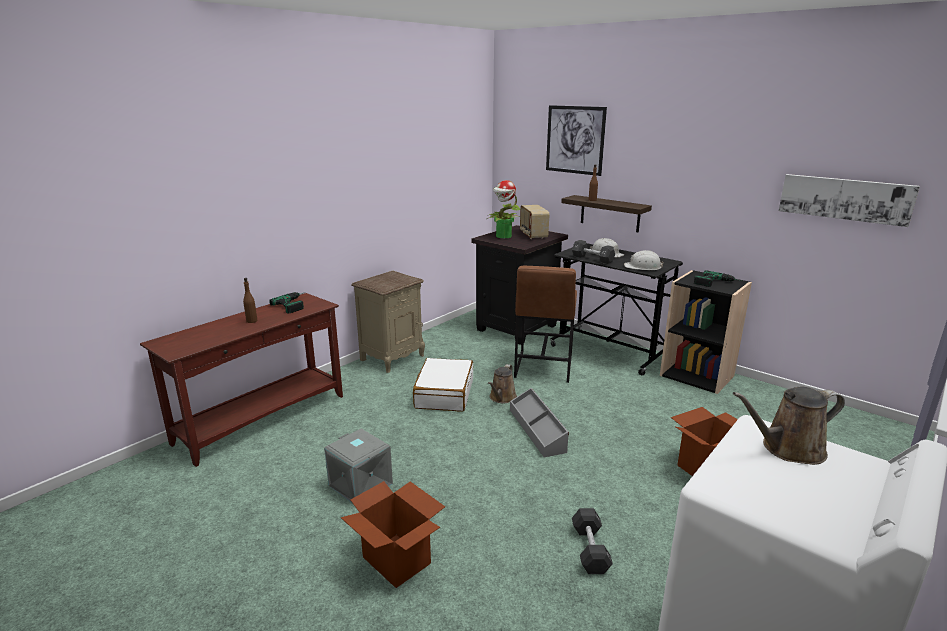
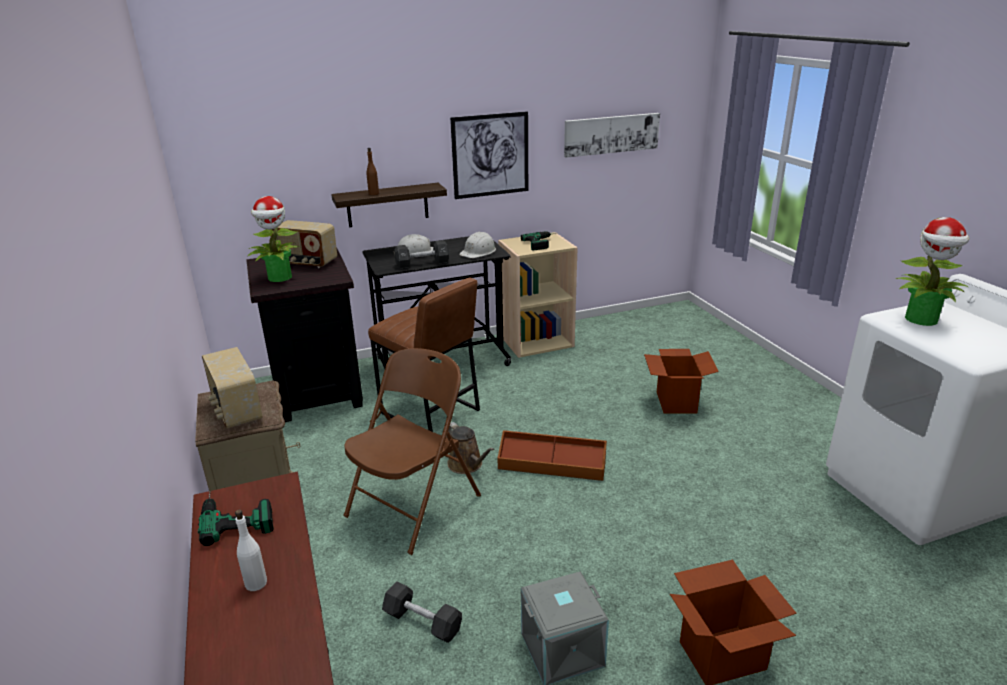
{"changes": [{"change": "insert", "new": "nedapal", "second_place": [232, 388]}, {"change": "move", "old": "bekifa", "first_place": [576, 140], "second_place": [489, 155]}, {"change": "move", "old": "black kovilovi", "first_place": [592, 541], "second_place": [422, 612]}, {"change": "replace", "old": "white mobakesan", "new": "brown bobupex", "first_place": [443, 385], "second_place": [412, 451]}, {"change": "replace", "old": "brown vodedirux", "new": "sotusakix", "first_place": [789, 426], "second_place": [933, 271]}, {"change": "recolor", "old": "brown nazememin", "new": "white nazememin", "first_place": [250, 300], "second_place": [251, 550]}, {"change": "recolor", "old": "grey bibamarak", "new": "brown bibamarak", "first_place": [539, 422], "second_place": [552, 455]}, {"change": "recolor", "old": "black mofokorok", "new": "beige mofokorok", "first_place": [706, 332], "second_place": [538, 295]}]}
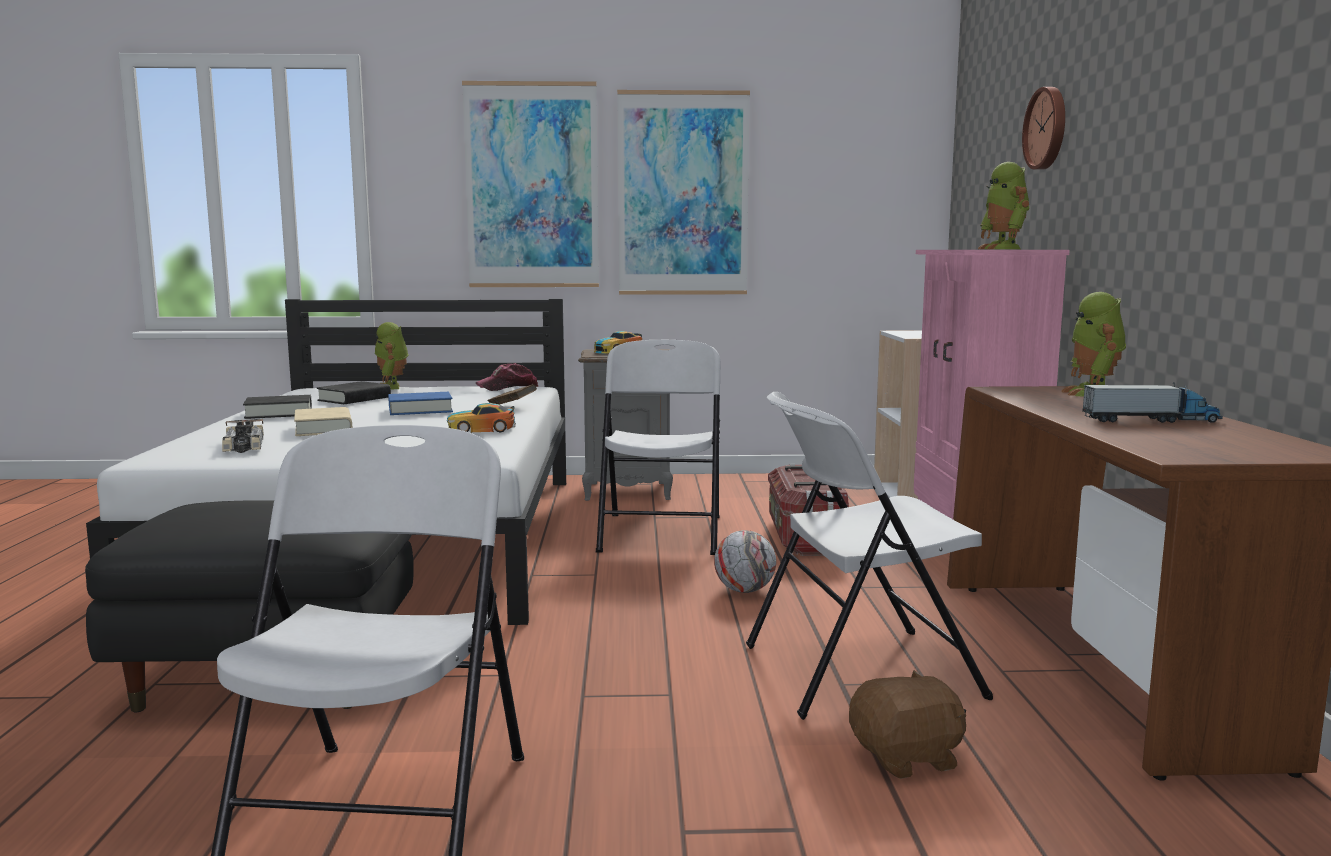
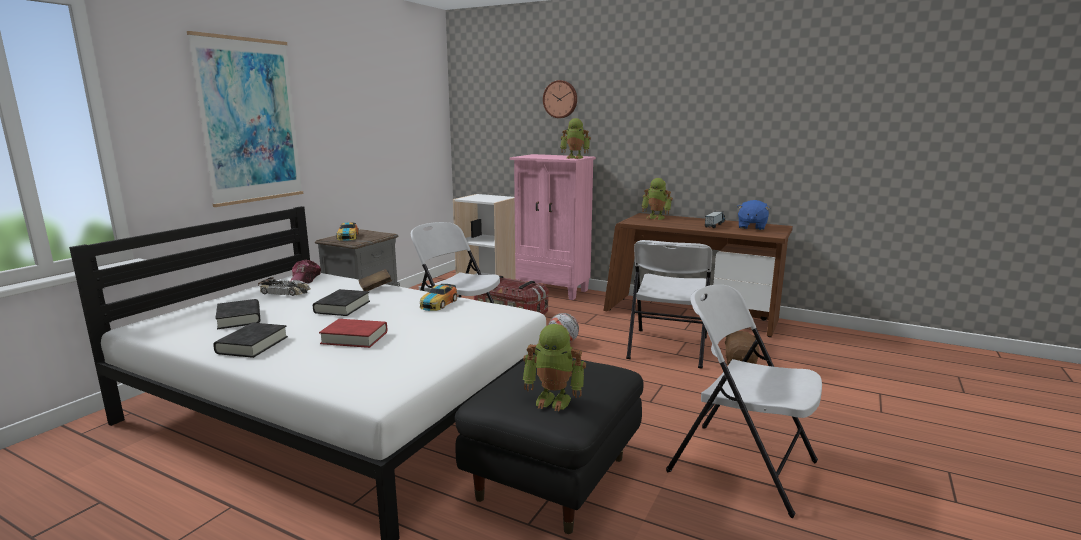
{"changes": [{"change": "delete", "old": "bekifa", "first_place": [683, 192]}, {"change": "insert", "new": "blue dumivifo", "second_place": [753, 215]}, {"change": "move", "old": "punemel", "first_place": [243, 436], "second_place": [284, 286]}, {"change": "move", "old": "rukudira", "first_place": [391, 355], "second_place": [554, 367]}, {"change": "recolor", "old": "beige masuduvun", "new": "red masuduvun", "first_place": [323, 421], "second_place": [353, 333]}, {"change": "recolor", "old": "blue masuduvun", "new": "black masuduvun", "first_place": [420, 403], "second_place": [341, 302]}]}
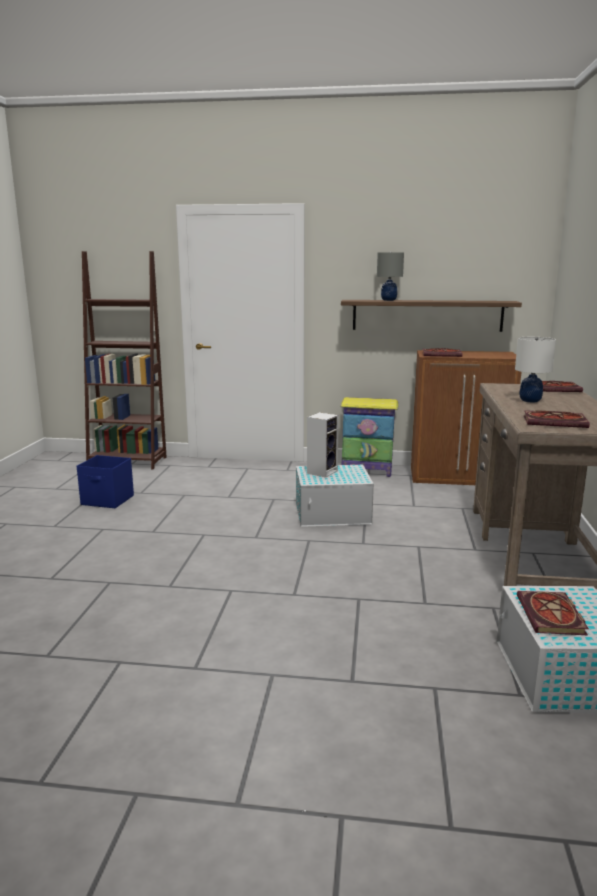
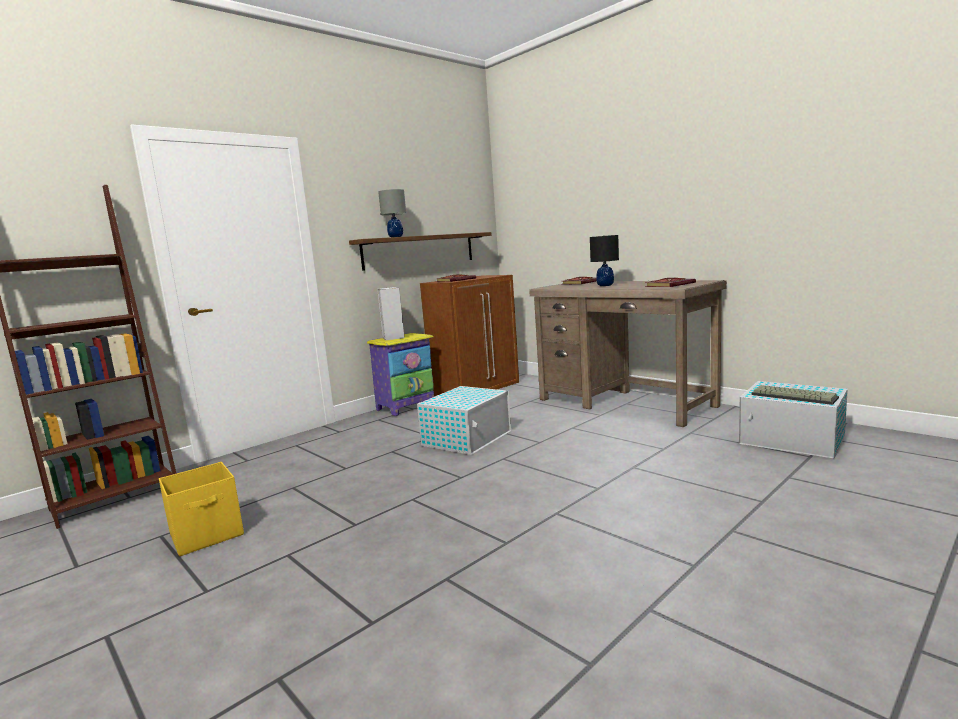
{"changes": [{"change": "move", "old": "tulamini", "first_place": [323, 445], "second_place": [390, 313]}, {"change": "replace", "old": "masuduvun", "new": "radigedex", "first_place": [553, 613], "second_place": [795, 395]}, {"change": "recolor", "old": "blue bibamarak", "new": "yellow bibamarak", "first_place": [105, 481], "second_place": [201, 509]}, {"change": "recolor", "old": "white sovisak", "new": "black sovisak", "first_place": [535, 370], "second_place": [604, 260]}]}
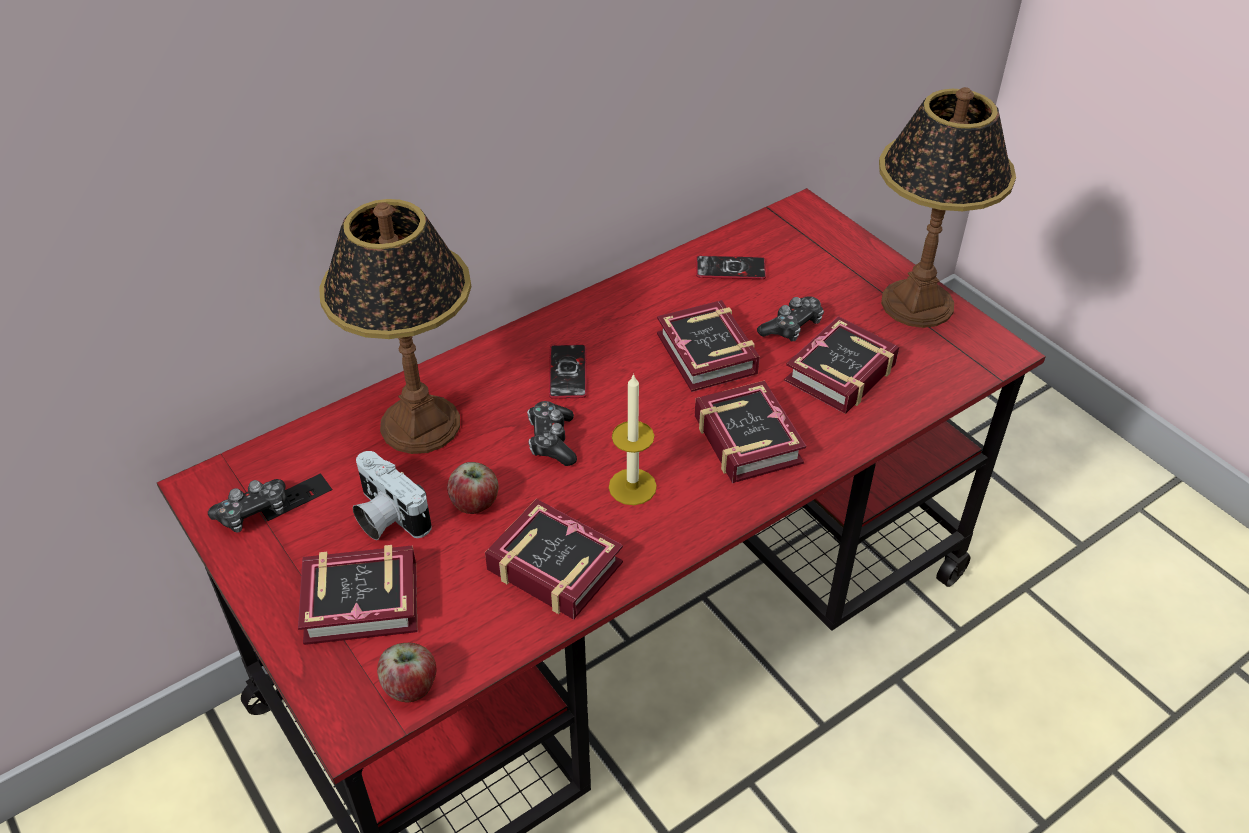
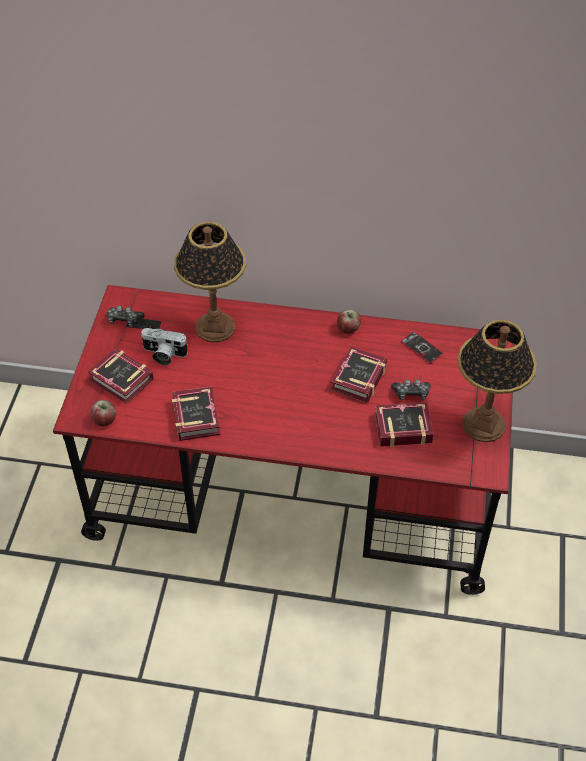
{"changes": [{"change": "delete", "old": "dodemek", "first_place": [552, 433]}, {"change": "delete", "old": "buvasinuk", "first_place": [568, 372]}, {"change": "delete", "old": "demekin", "first_place": [633, 439]}, {"change": "delete", "old": "masuduvun", "first_place": [750, 432]}, {"change": "move", "old": "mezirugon", "first_place": [472, 488], "second_place": [349, 321]}, {"change": "rotate", "old": "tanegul", "first_place": [392, 495], "second_place": [164, 346], "degrees": -75}]}
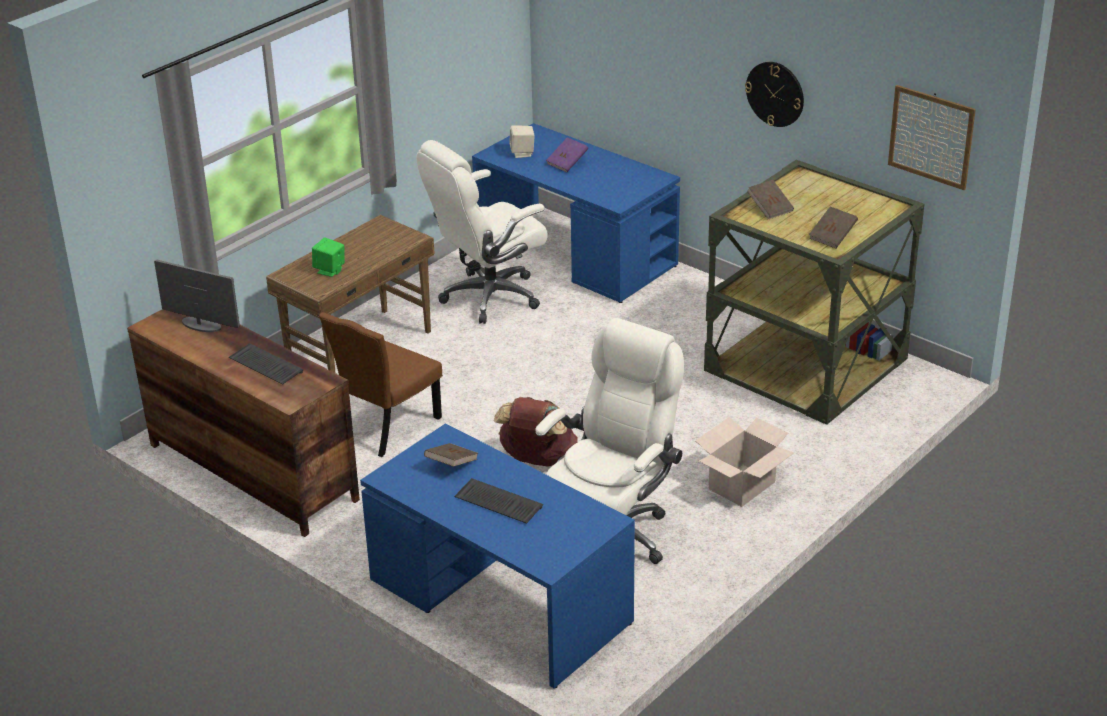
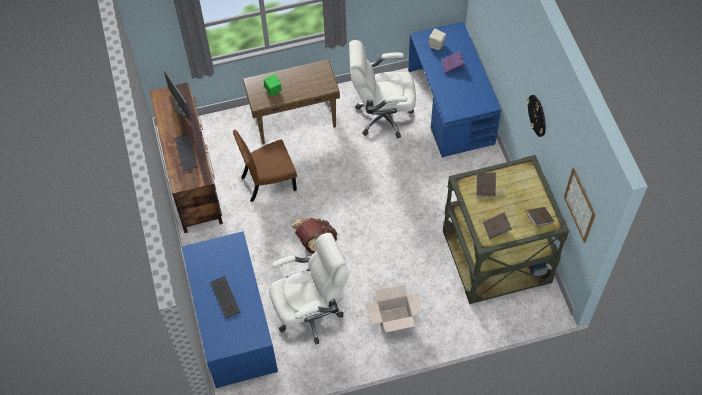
{"changes": [{"change": "move", "old": "brown masuduvun", "first_place": [451, 455], "second_place": [540, 217]}]}
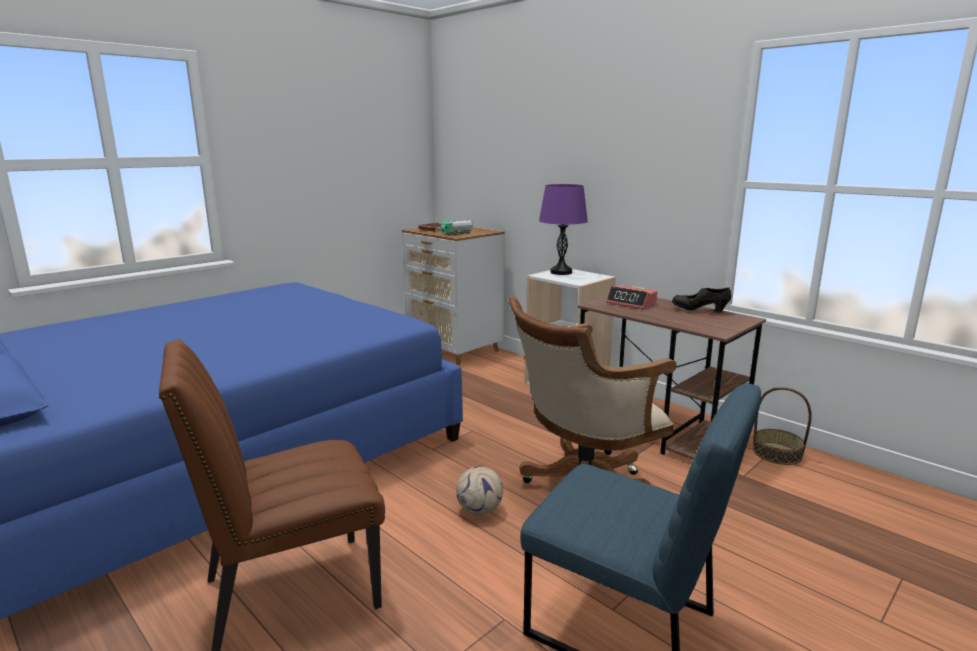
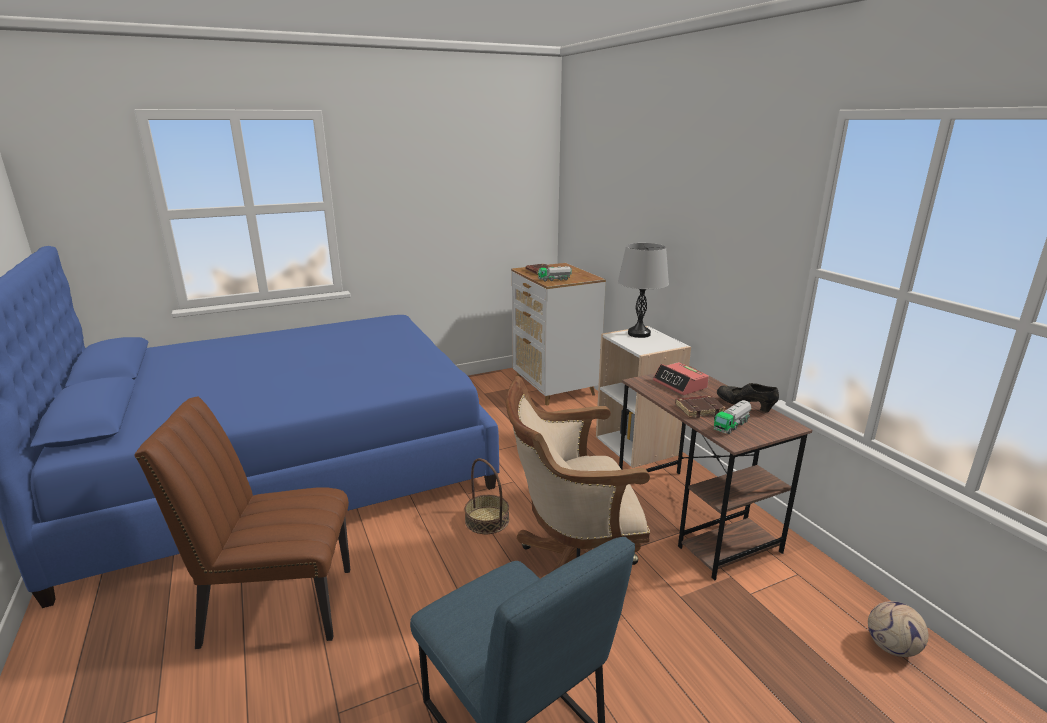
{"changes": [{"change": "insert", "new": "brown masuduvun", "second_place": [700, 406]}, {"change": "insert", "new": "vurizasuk", "second_place": [732, 417]}, {"change": "move", "old": "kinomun", "first_place": [479, 490], "second_place": [898, 629]}, {"change": "move", "old": "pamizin", "first_place": [782, 426], "second_place": [487, 496]}, {"change": "recolor", "old": "purple sovisak", "new": "grey sovisak", "first_place": [563, 229], "second_place": [643, 290]}]}
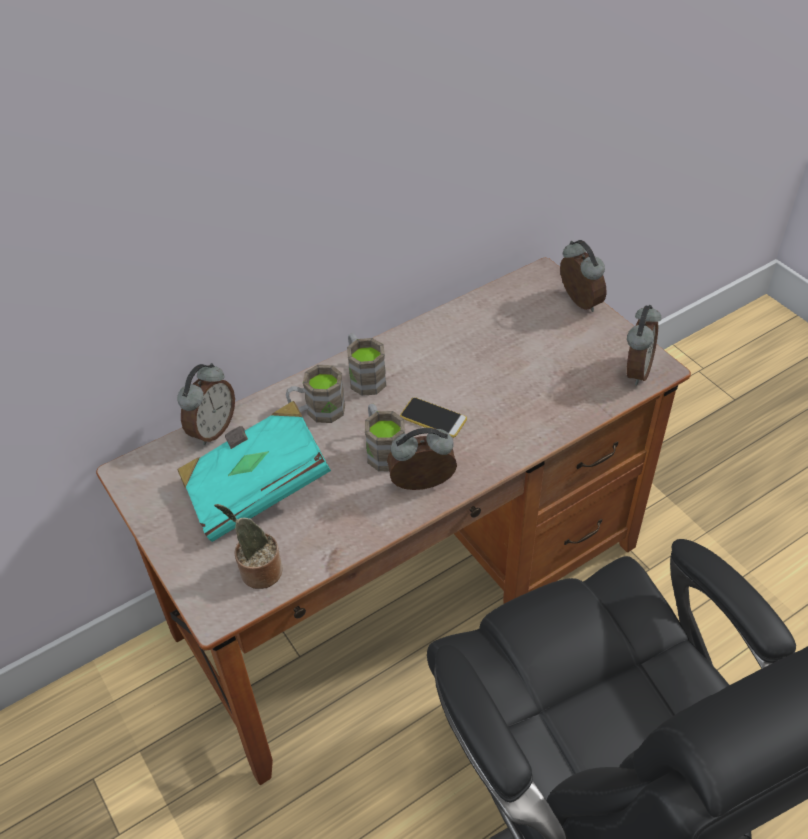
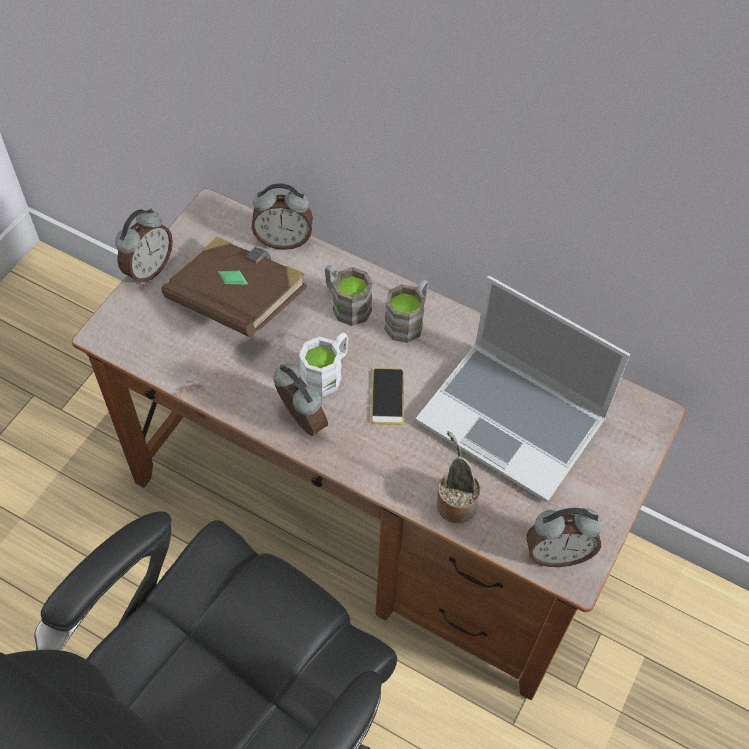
{"changes": [{"change": "insert", "new": "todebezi", "second_place": [522, 389]}, {"change": "move", "old": "sotusakix", "first_place": [248, 546], "second_place": [459, 477]}, {"change": "move", "old": "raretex", "first_place": [583, 276], "second_place": [144, 246]}, {"change": "recolor", "old": "turquoise masuduvun", "new": "brown masuduvun", "first_place": [254, 471], "second_place": [234, 287]}, {"change": "recolor", "old": "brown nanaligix", "new": "white nanaligix", "first_place": [385, 438], "second_place": [323, 365]}]}
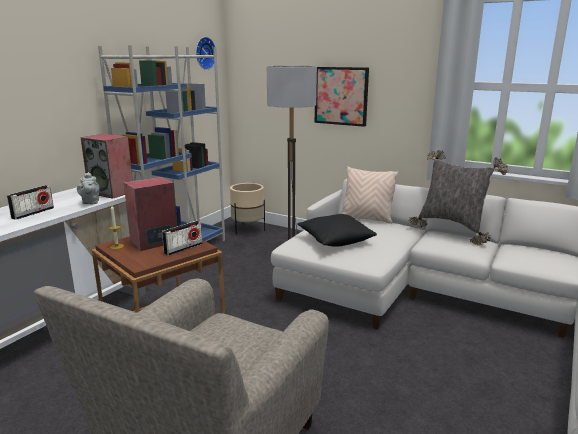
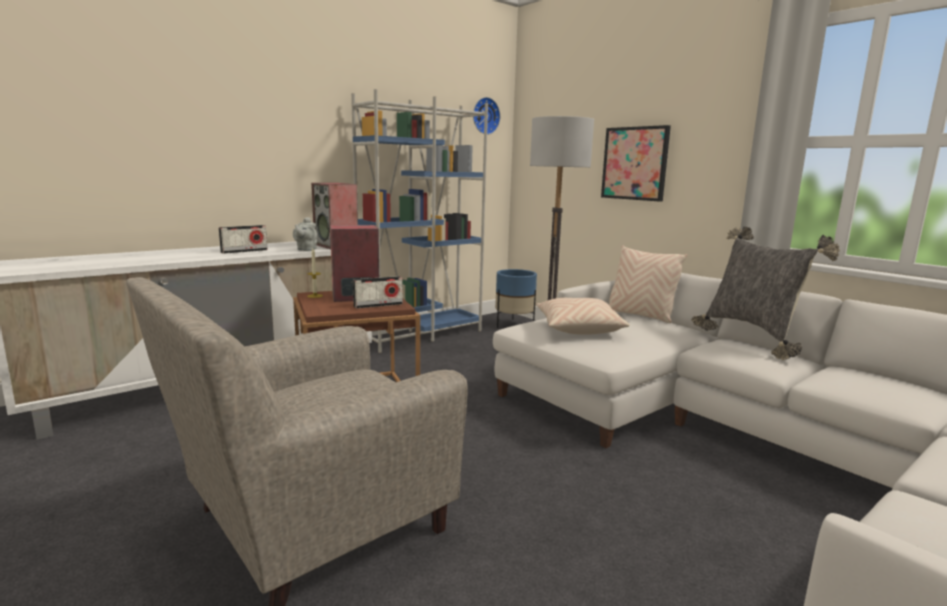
{"changes": [{"change": "recolor", "old": "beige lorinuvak", "new": "blue lorinuvak", "first_place": [247, 209], "second_place": [516, 298]}, {"change": "recolor", "old": "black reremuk", "new": "beige reremuk", "first_place": [337, 230], "second_place": [583, 316]}]}
